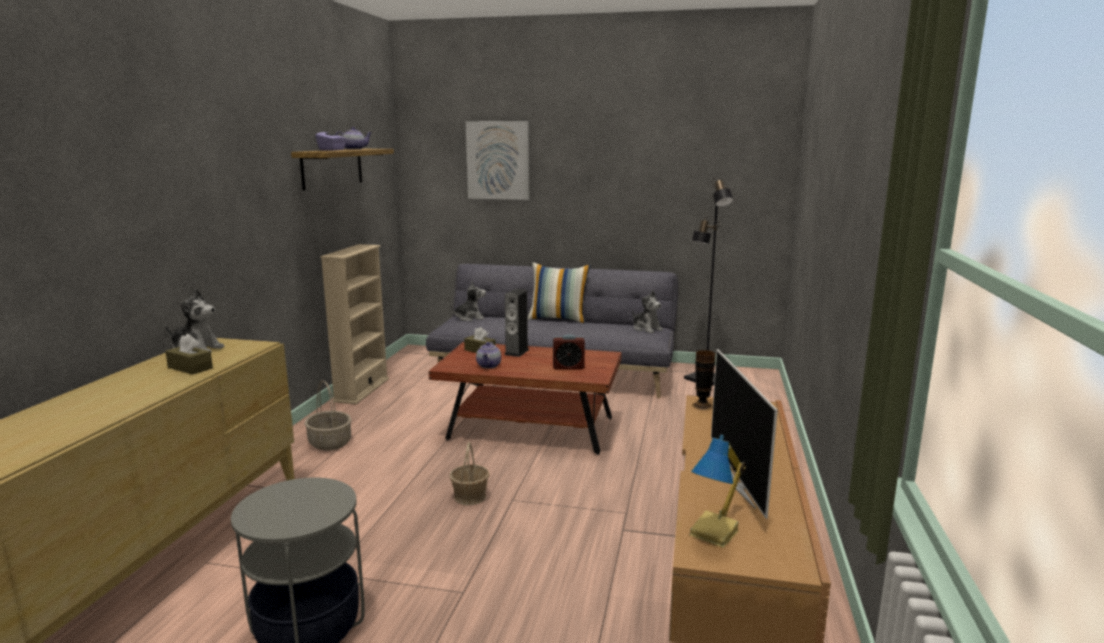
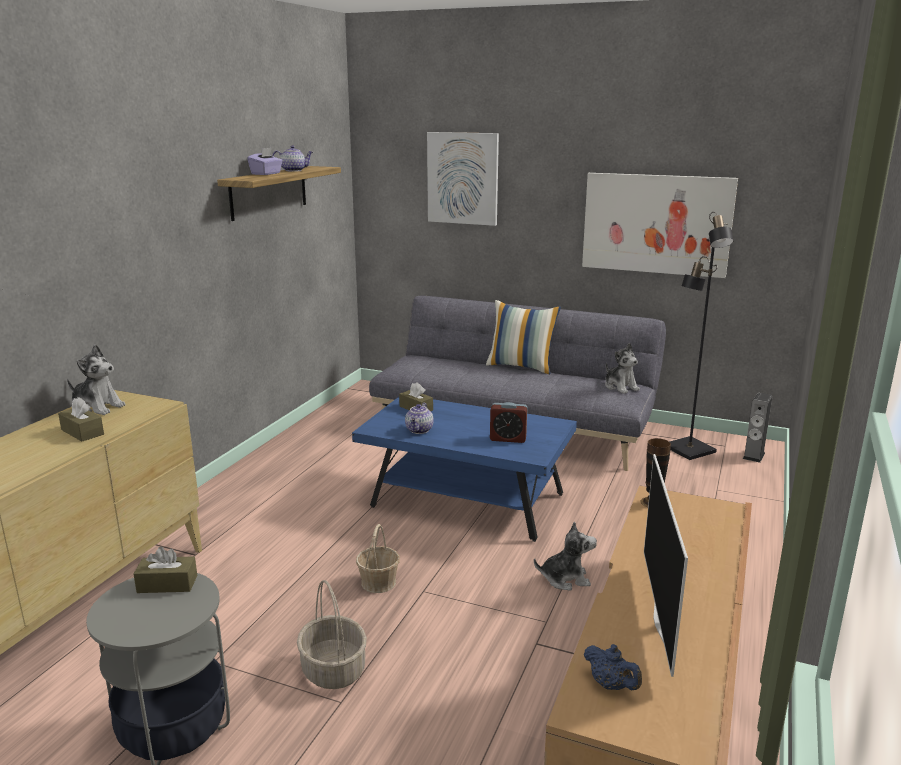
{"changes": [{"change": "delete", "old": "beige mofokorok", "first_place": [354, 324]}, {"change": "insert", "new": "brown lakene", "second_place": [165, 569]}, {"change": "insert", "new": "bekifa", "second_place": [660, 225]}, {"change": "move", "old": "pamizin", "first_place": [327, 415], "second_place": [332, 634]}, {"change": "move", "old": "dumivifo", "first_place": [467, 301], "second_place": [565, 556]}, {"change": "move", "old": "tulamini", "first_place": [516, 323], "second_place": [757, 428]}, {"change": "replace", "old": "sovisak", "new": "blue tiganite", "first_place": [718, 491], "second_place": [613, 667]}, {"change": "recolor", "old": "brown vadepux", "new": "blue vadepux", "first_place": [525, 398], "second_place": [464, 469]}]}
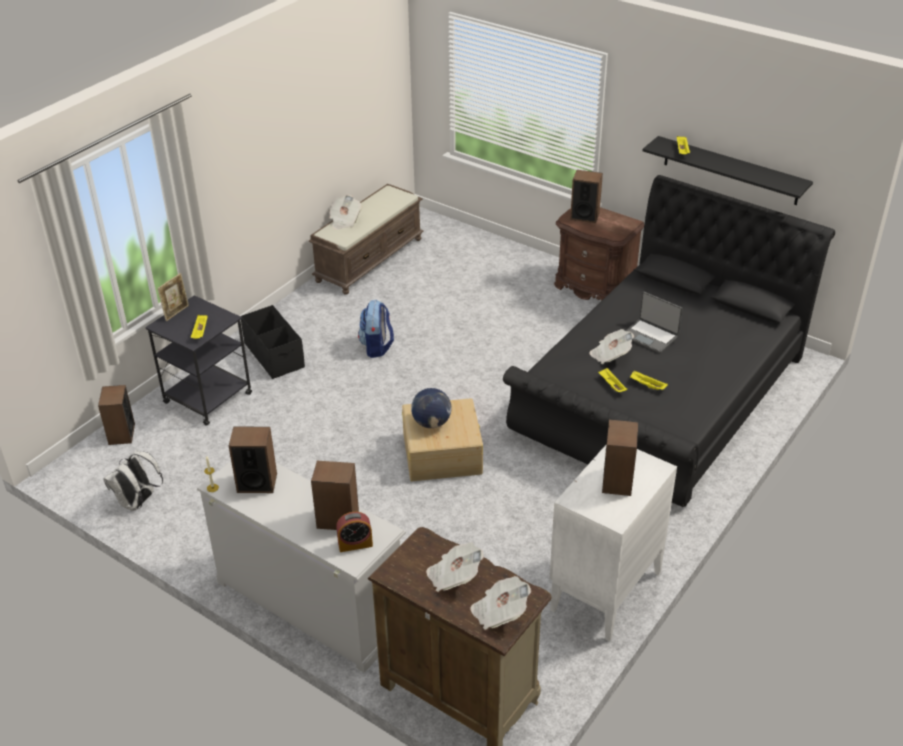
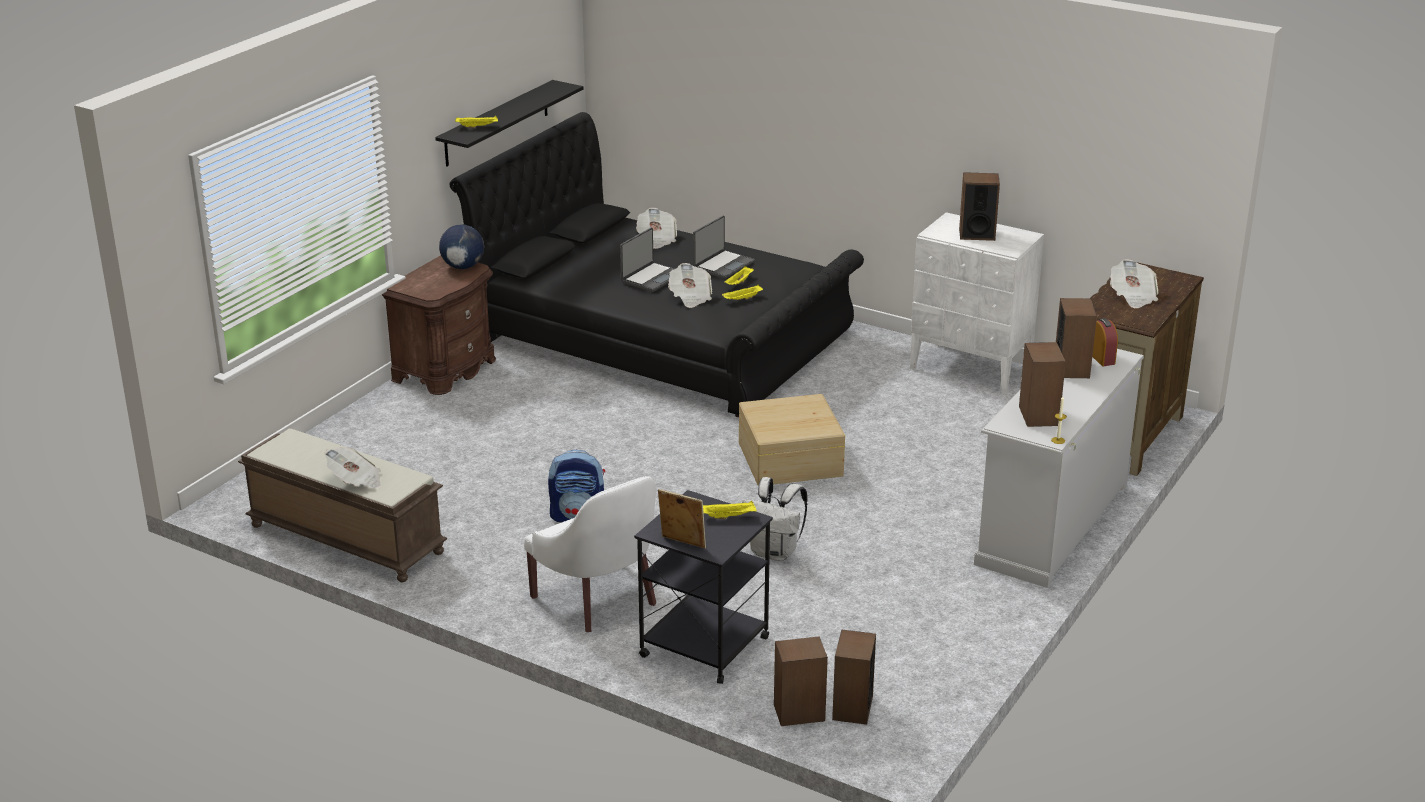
{"changes": [{"change": "insert", "new": "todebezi", "second_place": [724, 247]}, {"change": "move", "old": "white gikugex", "first_place": [133, 480], "second_place": [775, 519]}, {"change": "move", "old": "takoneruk", "first_place": [431, 408], "second_place": [461, 246]}, {"change": "move", "old": "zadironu", "first_place": [500, 603], "second_place": [656, 228]}, {"change": "move", "old": "tulamini", "first_place": [586, 196], "second_place": [854, 677]}, {"change": "replace", "old": "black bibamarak", "new": "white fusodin", "first_place": [273, 342], "second_place": [590, 554]}]}
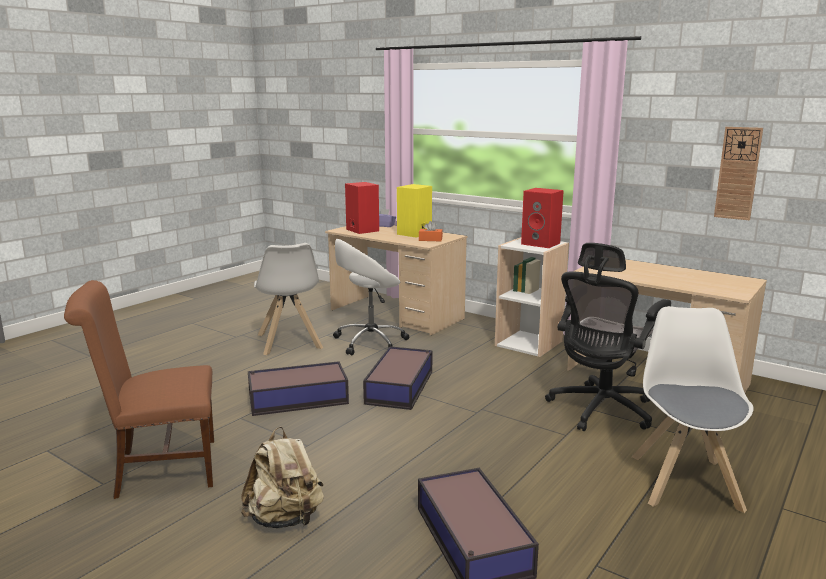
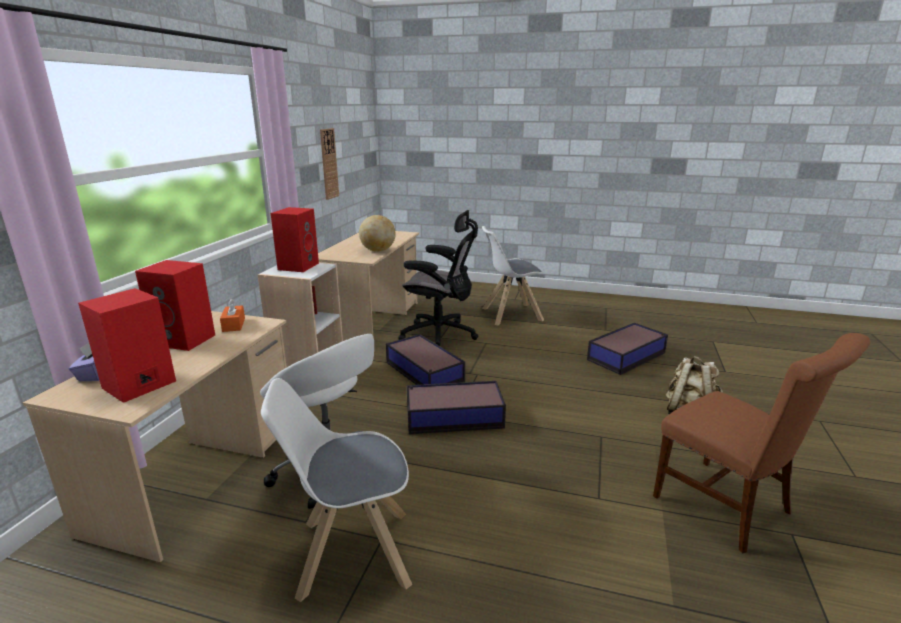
{"changes": [{"change": "insert", "new": "takoneruk", "second_place": [377, 233]}, {"change": "move", "old": "bibamarak", "first_place": [298, 388], "second_place": [425, 359]}, {"change": "recolor", "old": "yellow tulamini", "new": "red tulamini", "first_place": [414, 211], "second_place": [175, 305]}, {"change": "rotate", "old": "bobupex", "first_place": [288, 299], "second_place": [336, 490], "degrees": -150}]}
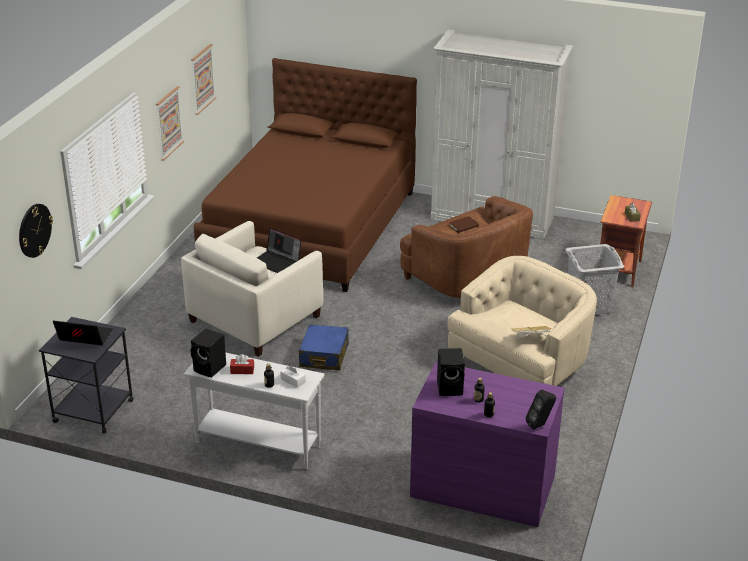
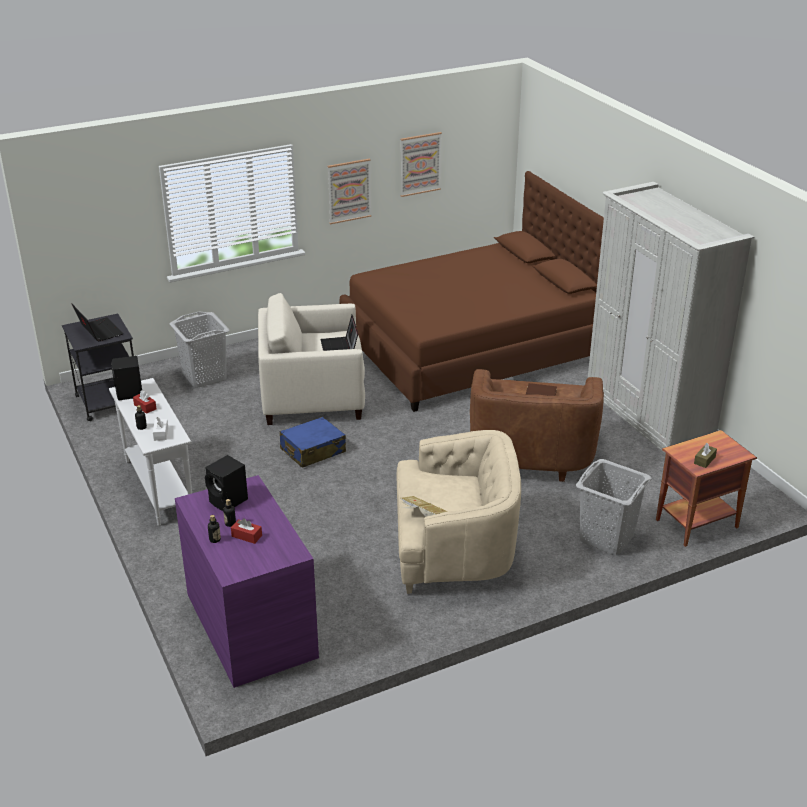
{"changes": [{"change": "delete", "old": "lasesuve", "first_place": [36, 231]}, {"change": "delete", "old": "black tulamini", "first_place": [541, 410]}, {"change": "insert", "new": "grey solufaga", "second_place": [199, 350]}, {"change": "insert", "new": "red lakene", "second_place": [246, 531]}]}
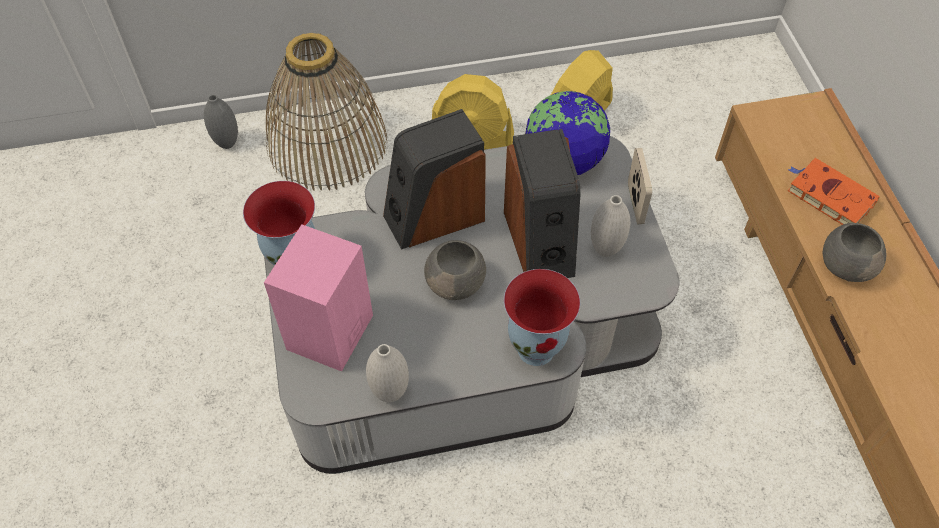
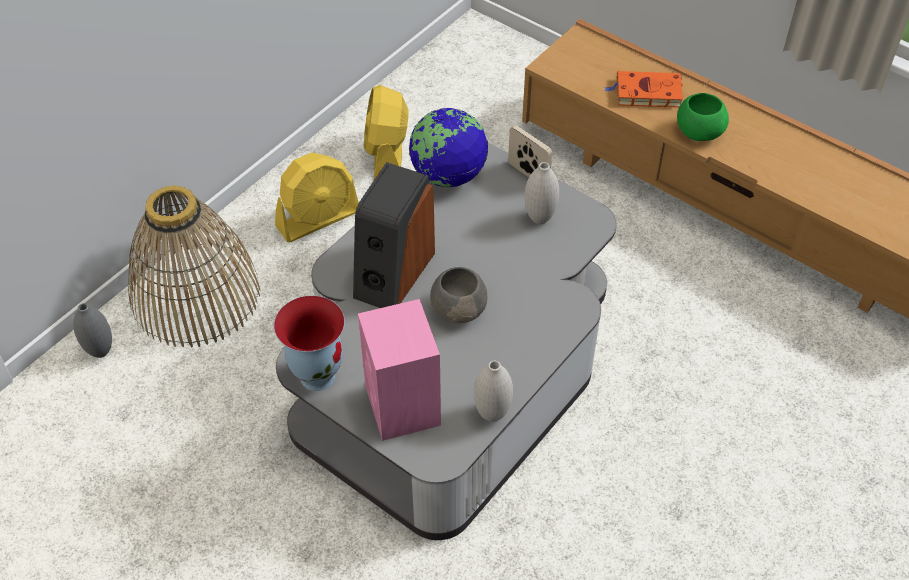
{"changes": [{"change": "delete", "old": "tulamini", "first_place": [542, 203]}, {"change": "delete", "old": "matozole", "first_place": [542, 317]}, {"change": "recolor", "old": "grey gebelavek", "new": "green gebelavek", "first_place": [855, 252], "second_place": [703, 117]}]}
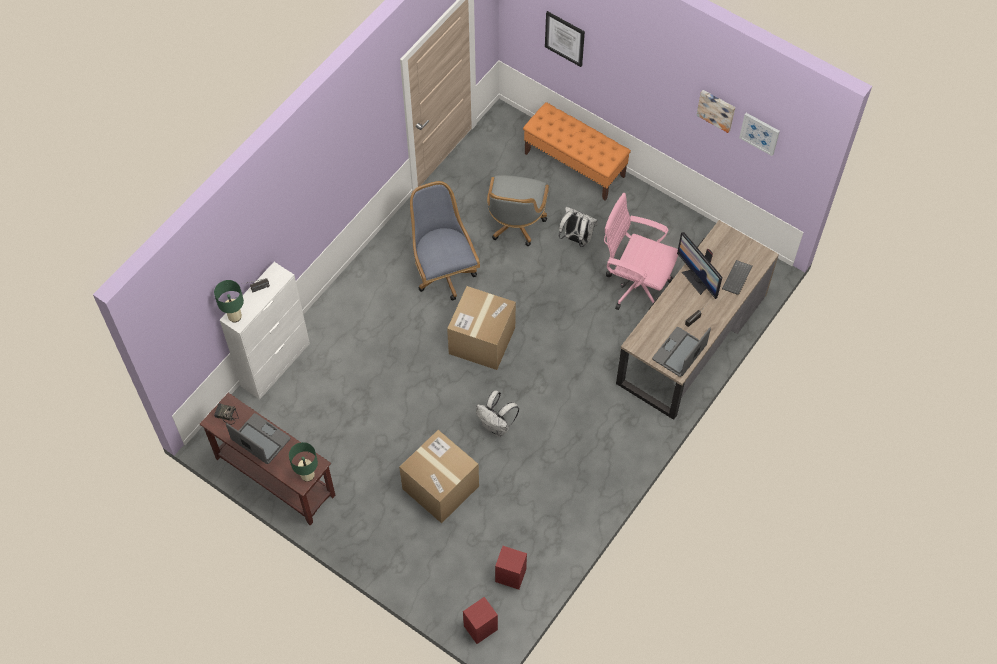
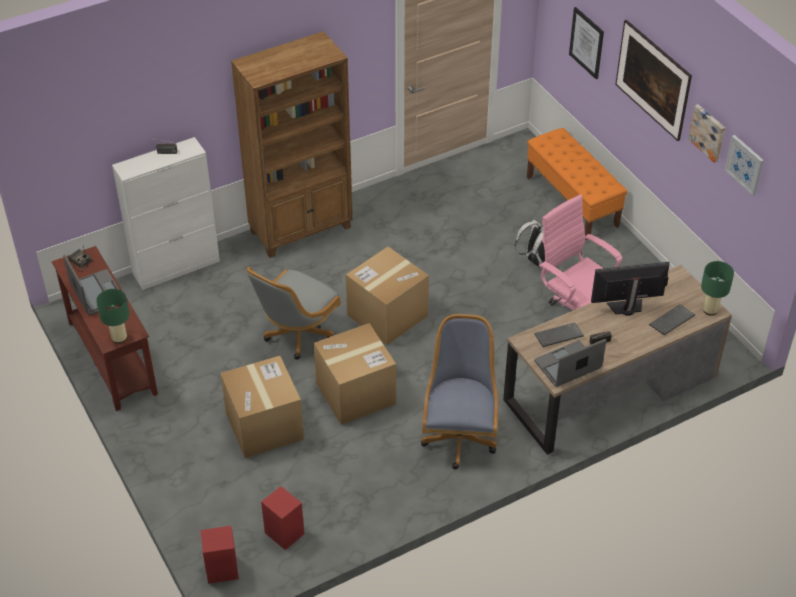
{"changes": [{"change": "insert", "new": "brown mofokorok", "second_place": [292, 144]}, {"change": "insert", "new": "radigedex", "second_place": [559, 335]}, {"change": "insert", "new": "bekifa", "second_place": [653, 80]}, {"change": "move", "old": "green sovisak", "first_place": [229, 301], "second_place": [717, 288]}, {"change": "move", "old": "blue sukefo", "first_place": [445, 241], "second_place": [459, 391]}, {"change": "move", "old": "grey sukefo", "first_place": [518, 210], "second_place": [294, 313]}, {"change": "replace", "old": "white gikugex", "new": "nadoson", "first_place": [497, 413], "second_place": [355, 374]}, {"change": "rotate", "old": "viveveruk", "first_place": [700, 265], "second_place": [630, 289], "degrees": 90}]}
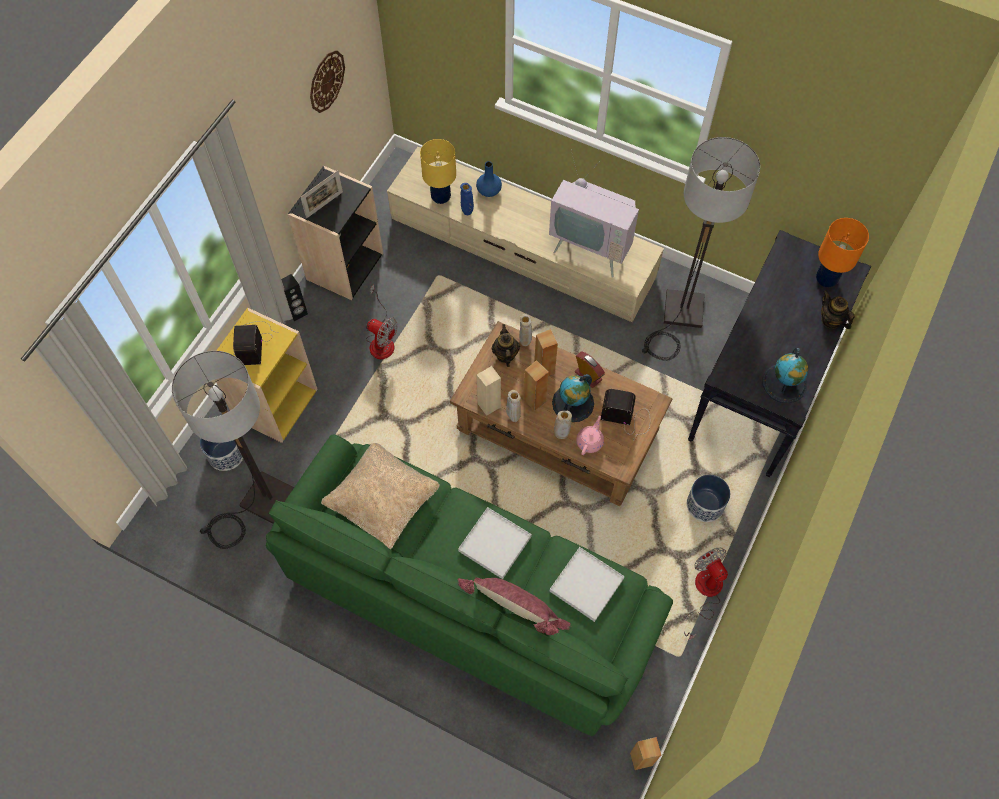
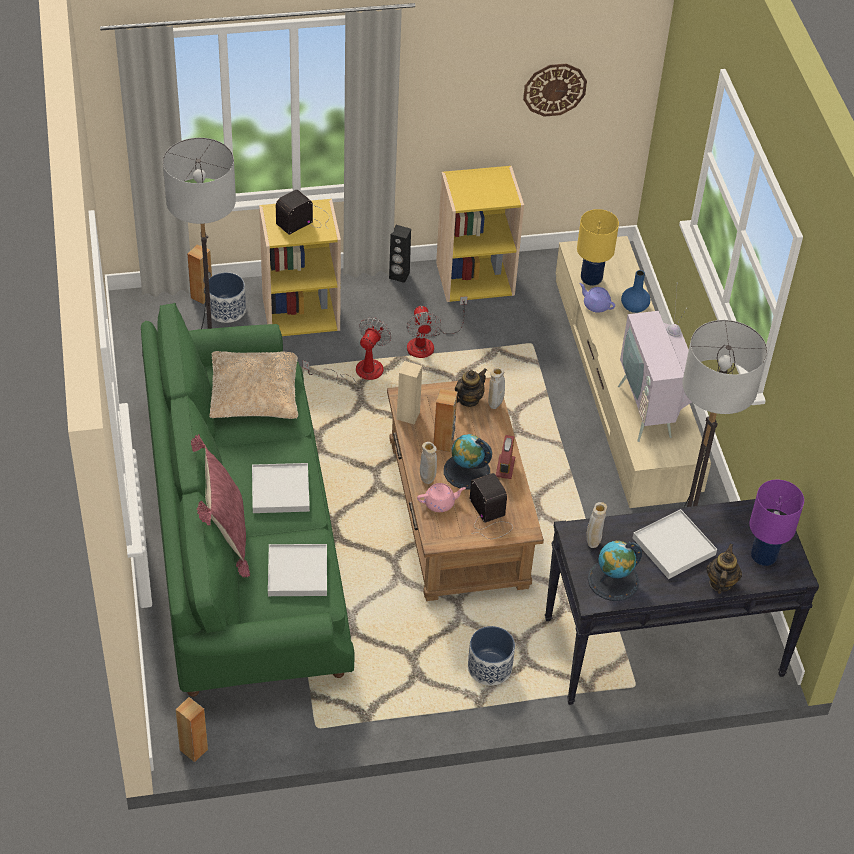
{"changes": [{"change": "delete", "old": "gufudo", "first_place": [322, 194]}, {"change": "insert", "new": "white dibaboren", "second_place": [675, 544]}, {"change": "move", "old": "beige matozole", "first_place": [513, 406], "second_place": [596, 525]}, {"change": "move", "old": "brown tulamini", "first_place": [546, 352], "second_place": [199, 274]}, {"change": "move", "old": "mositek", "first_place": [706, 594], "second_place": [347, 351]}, {"change": "replace", "old": "blue matozole", "new": "purple tiganite", "first_place": [467, 199], "second_place": [597, 298]}, {"change": "recolor", "old": "black mofokorok", "new": "yellow mofokorok", "first_place": [335, 233], "second_place": [480, 234]}, {"change": "recolor", "old": "orange sovisak", "new": "purple sovisak", "first_place": [842, 253], "second_place": [776, 523]}]}
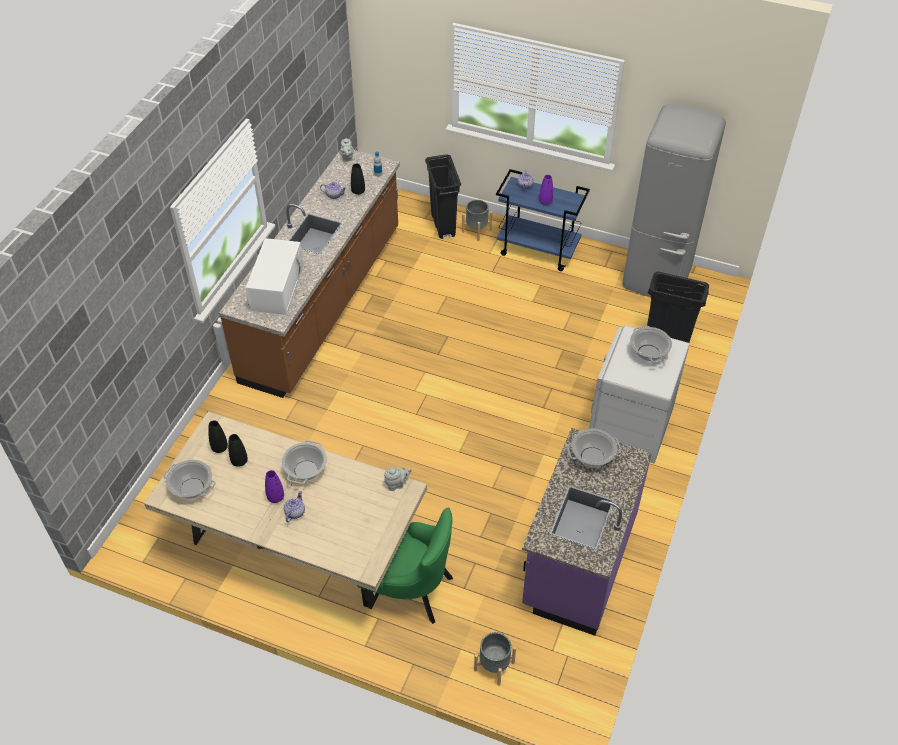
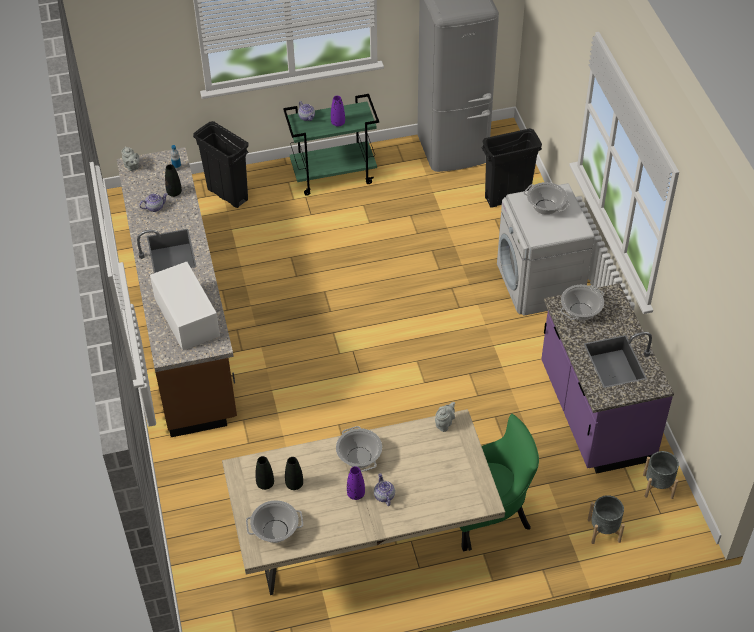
{"changes": [{"change": "move", "old": "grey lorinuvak", "first_place": [477, 220], "second_place": [661, 475]}, {"change": "recolor", "old": "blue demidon", "new": "green demidon", "first_place": [543, 220], "second_place": [331, 145]}]}
